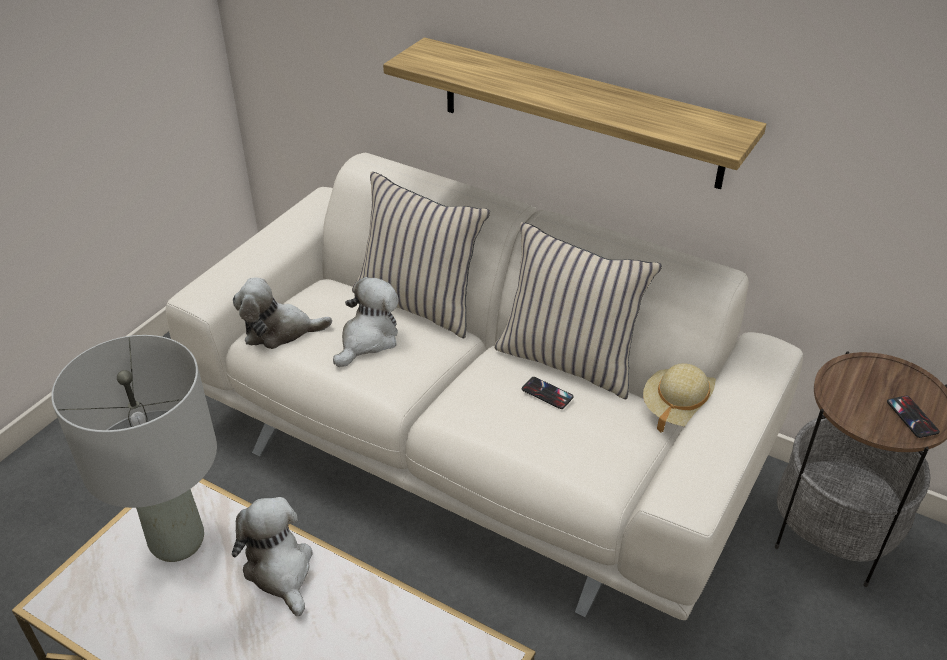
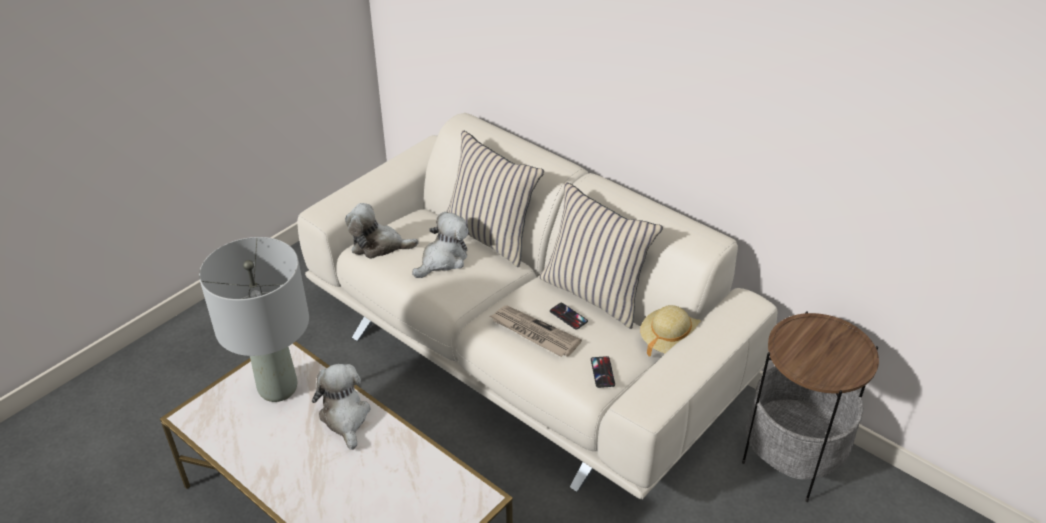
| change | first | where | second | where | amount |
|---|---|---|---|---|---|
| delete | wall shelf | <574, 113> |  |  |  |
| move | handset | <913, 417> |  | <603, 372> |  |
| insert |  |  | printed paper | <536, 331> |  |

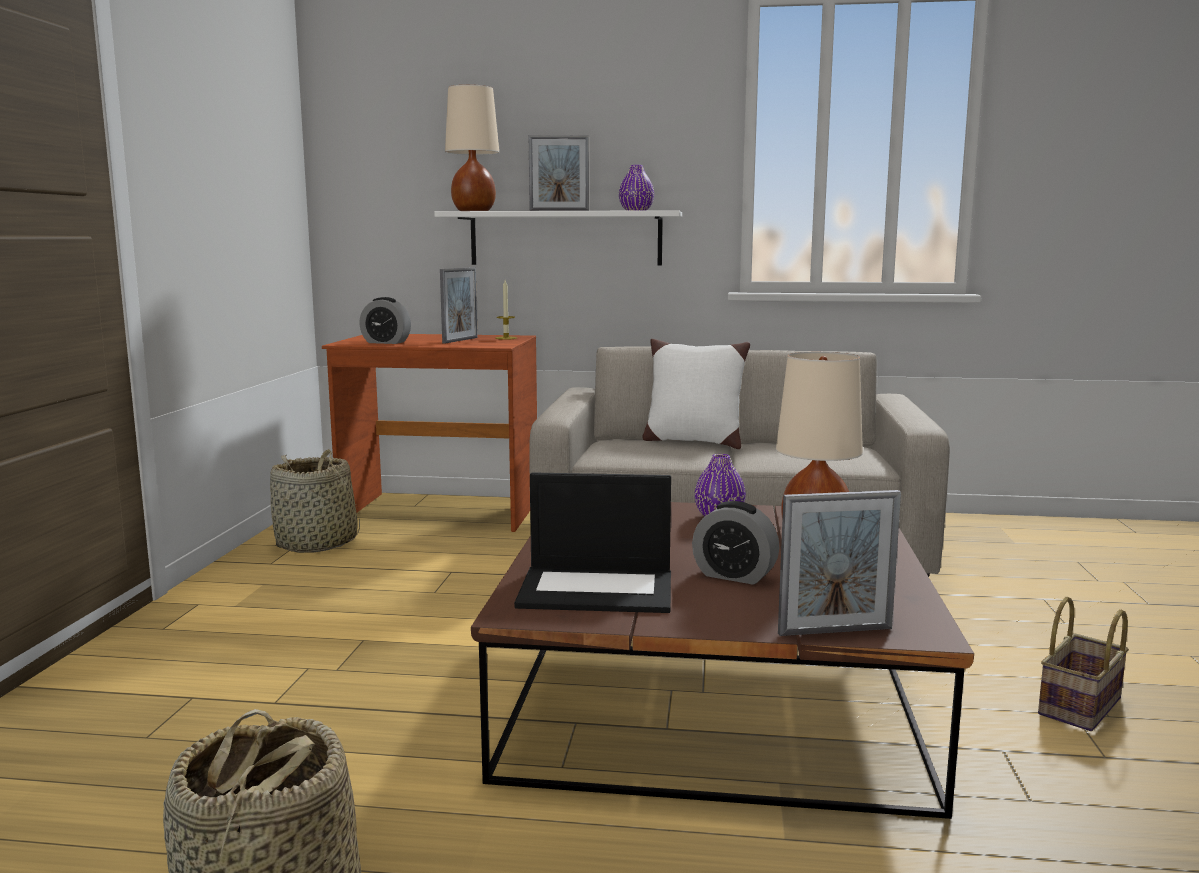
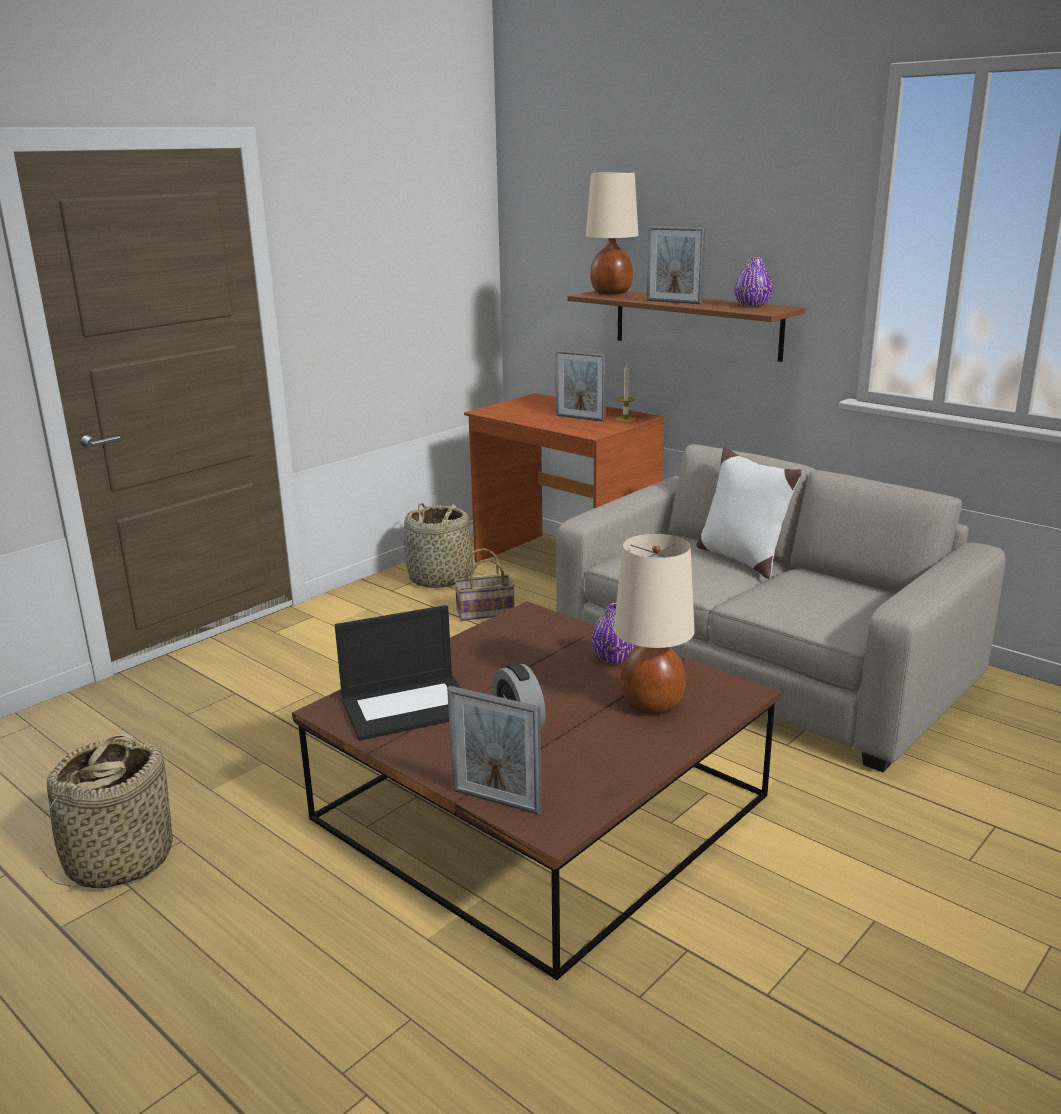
| change | first | where | second | where | amount |
|---|---|---|---|---|---|
| delete | alarm clock | <385, 320> |  |  |  |
| recolor | white-coloured wall shelf | <558, 237> | brownish wall shelf | <686, 326> |  |
| rotate | picture frame | <459, 305> |  | <580, 386> | 60 degrees clockwise |
| rotate | portable computer | <592, 542> |  | <397, 673> | 60 degrees counterclockwise |
| move | basket | <1083, 664> |  | <484, 584> |  |

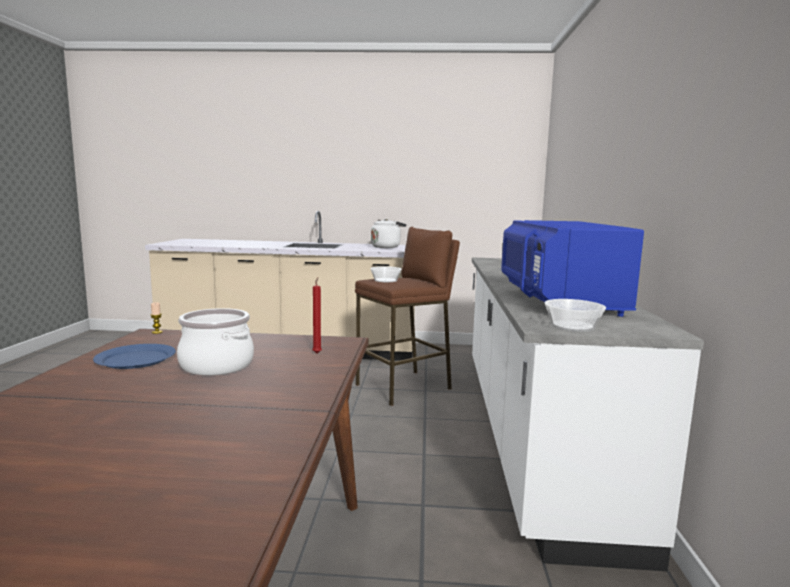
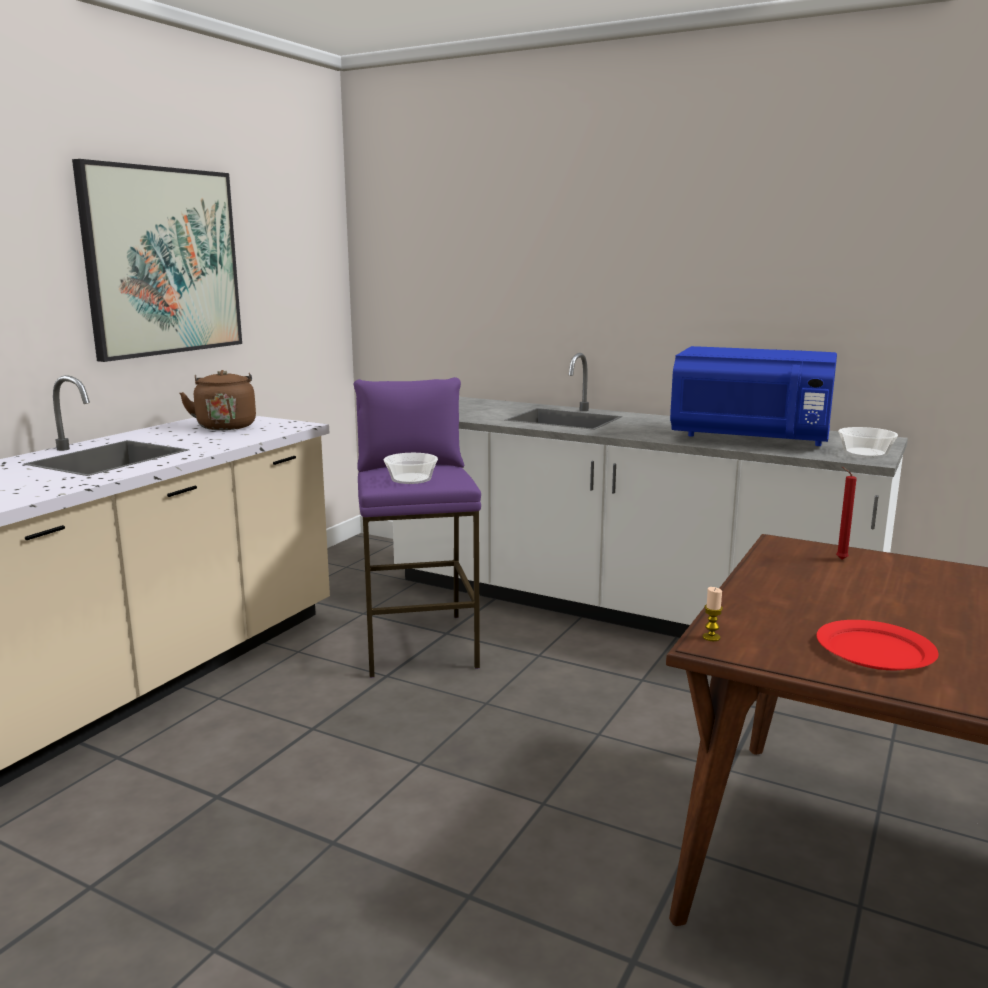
| change | first | where | second | where | amount |
|---|---|---|---|---|---|
| recolor | bluish flat dish | <134, 356> | reddish flat dish | <877, 645> |  |
| delete | saucepot | <215, 341> |  |  |  |
| recolor | brownish stool seat | <407, 316> | purple-coloured stool seat | <417, 527> |  |
| recolor | white-coloured tea kettle | <389, 233> | brownish tea kettle | <217, 400> |  |
| insert |  |  | wall art | <157, 260> |  |

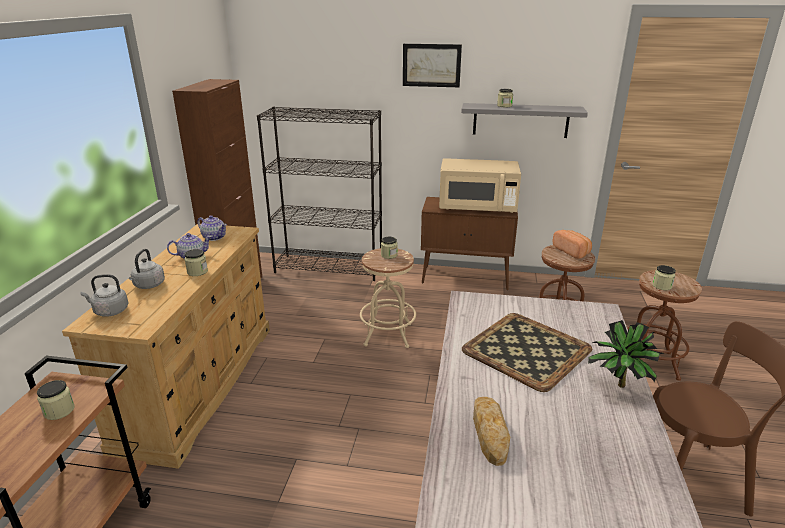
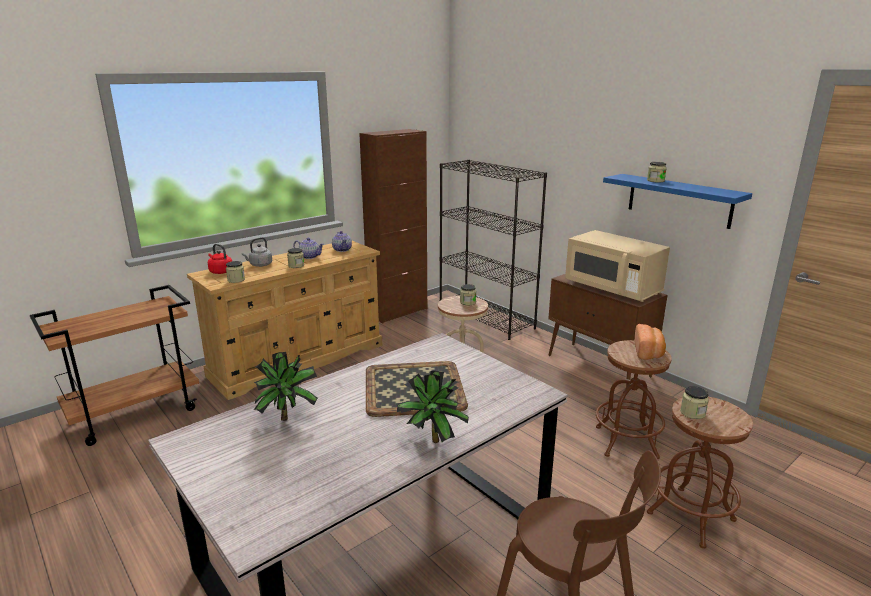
| change | first | where | second | where | amount |
|---|---|---|---|---|---|
| move | preserve jar | <56, 400> |  | <235, 272> |  |
| recolor | grey tea kettle | <104, 295> | reddish tea kettle | <220, 259> |  |
| delete | wall art | <432, 65> |  |  |  |
| recolor | grey wall shelf | <524, 120> | bluish wall shelf | <677, 201> |  |
| replace | bakery bread | <491, 431> | plant in a pot | <286, 386> |  |

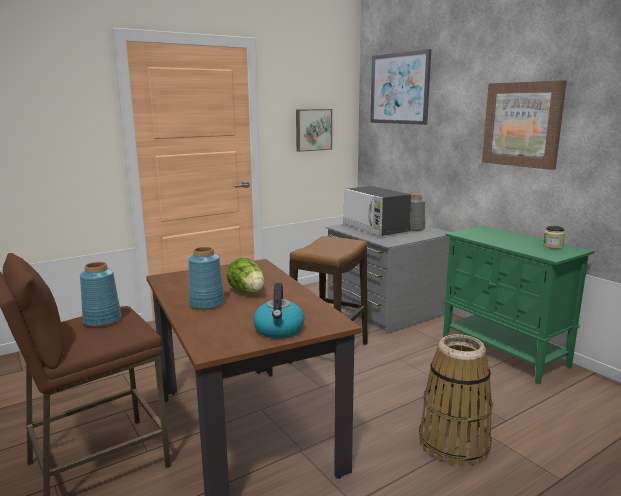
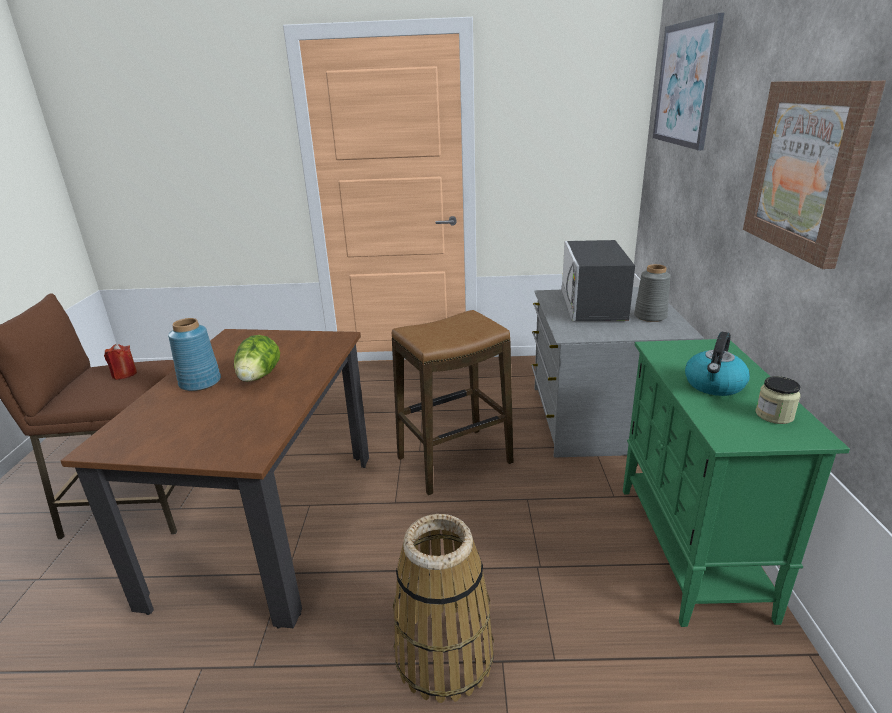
| change | first | where | second | where | amount |
|---|---|---|---|---|---|
| replace | bluish flower vase | <100, 294> | reddish wax light | <120, 362> |  |
| move | tea kettle | <279, 310> |  | <717, 364> |  |
| delete | wall art | <314, 130> |  |  |  |

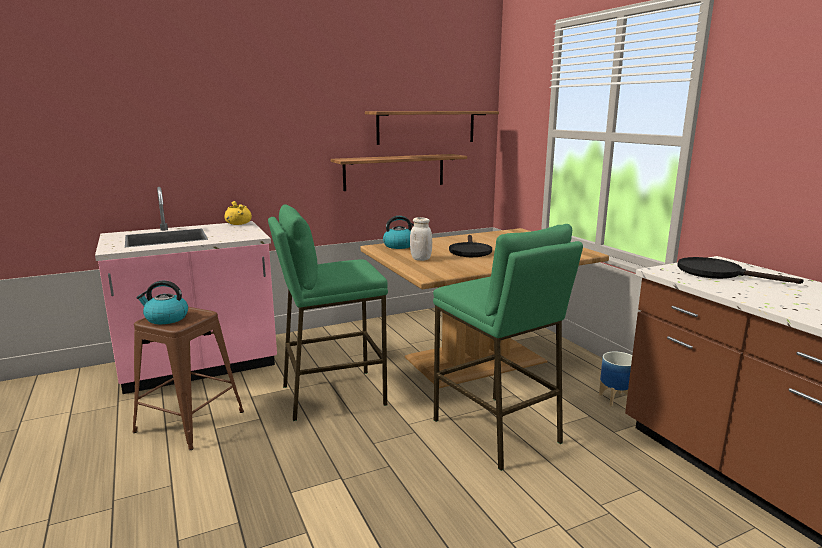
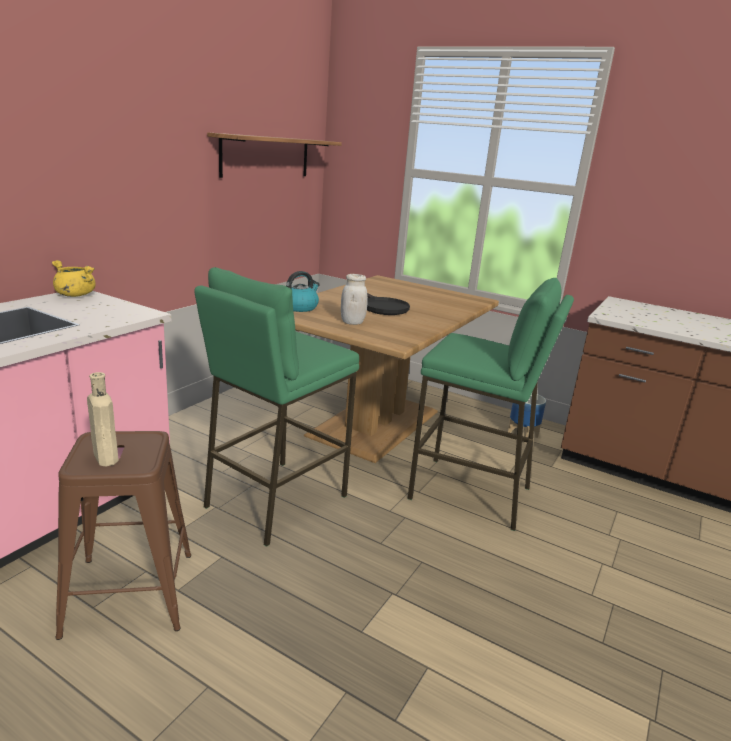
| change | first | where | second | where | amount |
|---|---|---|---|---|---|
| replace | tea kettle | <162, 302> | sand-coloured beverage bottle | <103, 419> |  |
| delete | wall shelf | <399, 172> |  |  |  |
| delete | blackish skillet | <740, 270> |  |  |  |

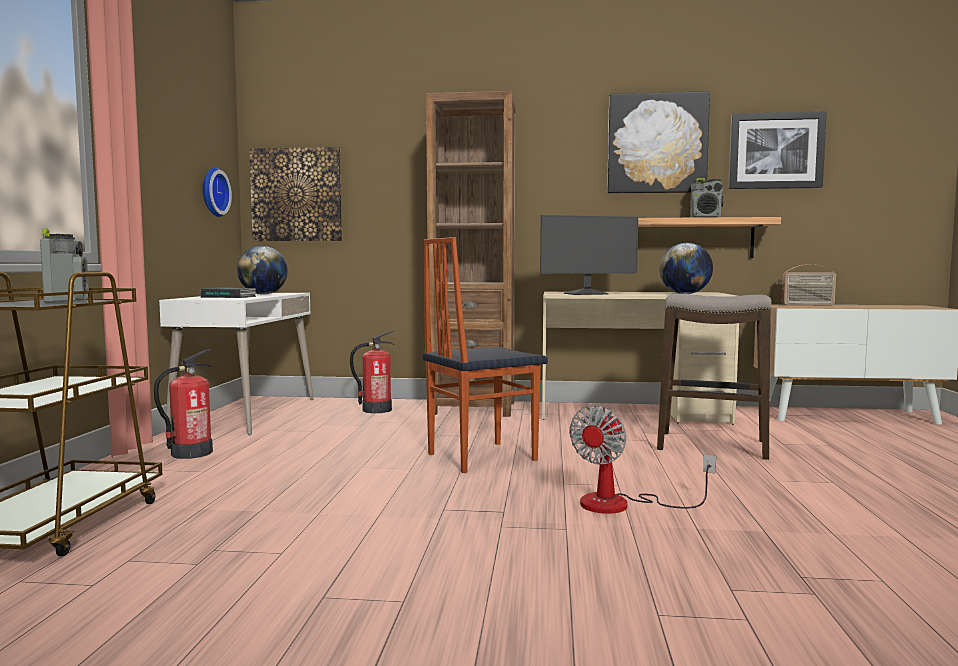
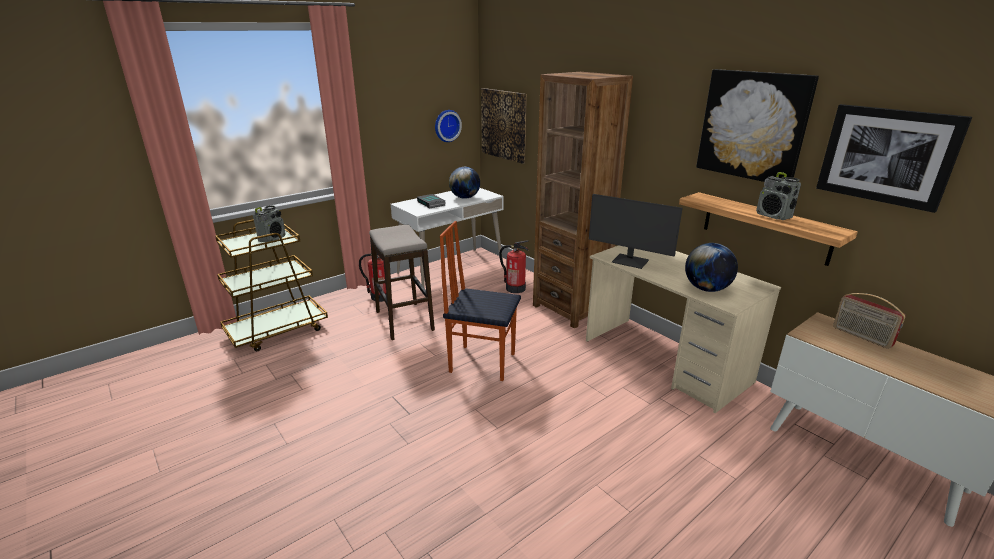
| change | first | where | second | where | amount |
|---|---|---|---|---|---|
| delete | electric fan | <642, 459> |  |  |  |
| move | stool seat | <714, 376> |  | <402, 282> |  |

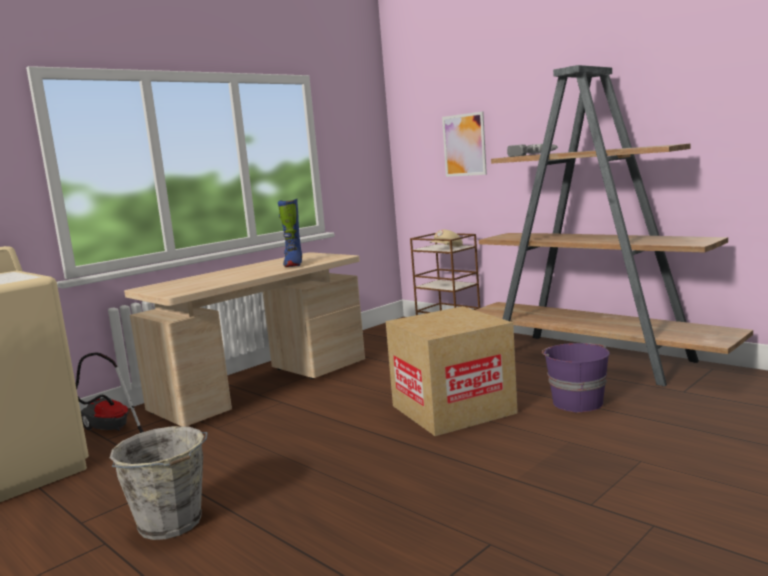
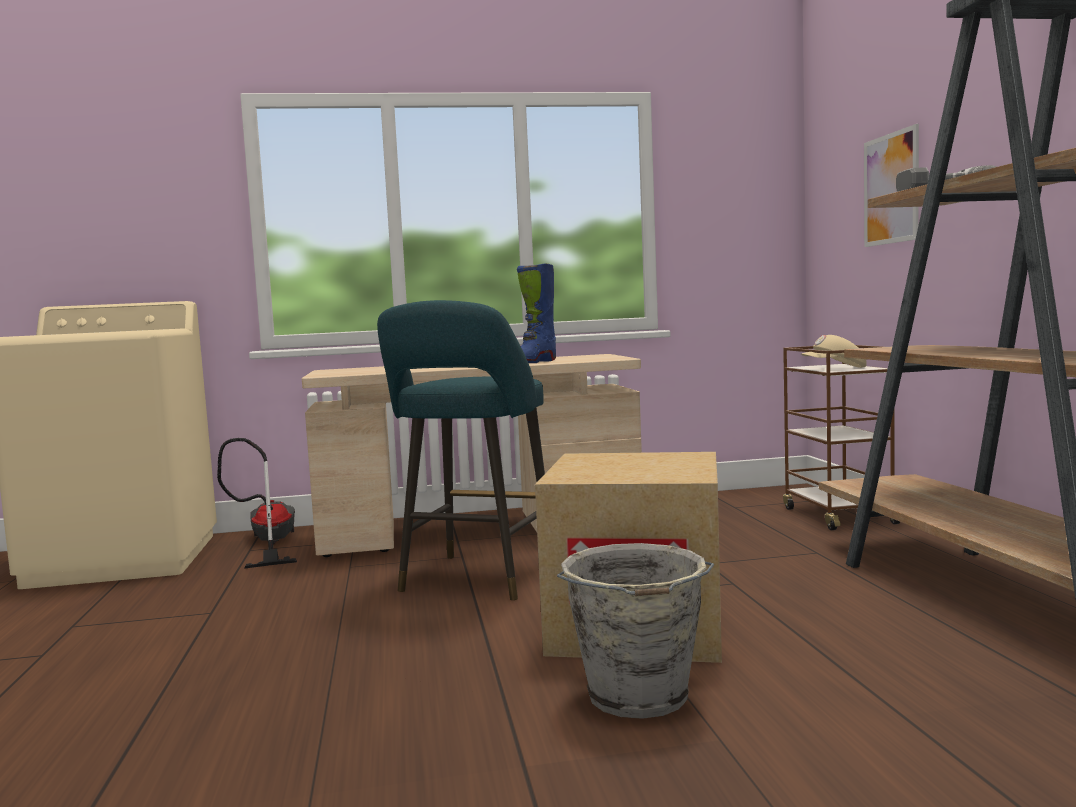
| change | first | where | second | where | amount |
|---|---|---|---|---|---|
| move | grey bucket | <159, 483> |  | <635, 631> |  |
| delete | purple-coloured bucket | <576, 378> |  |  |  |
| insert |  |  | turquoise-coloured stool seat | <461, 450> |  |

